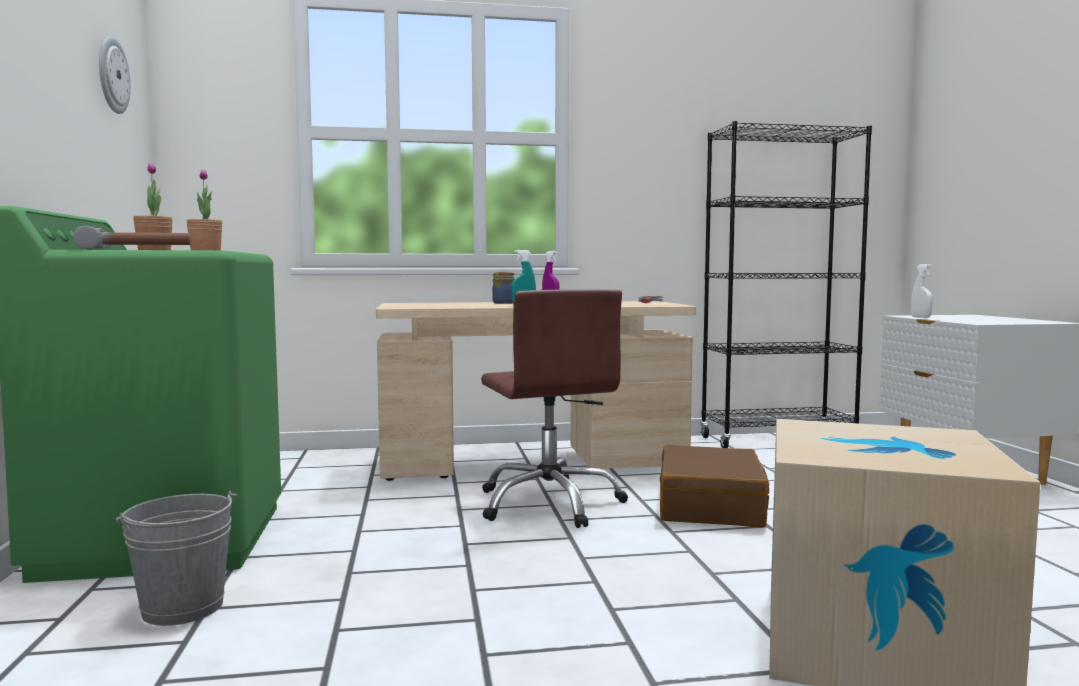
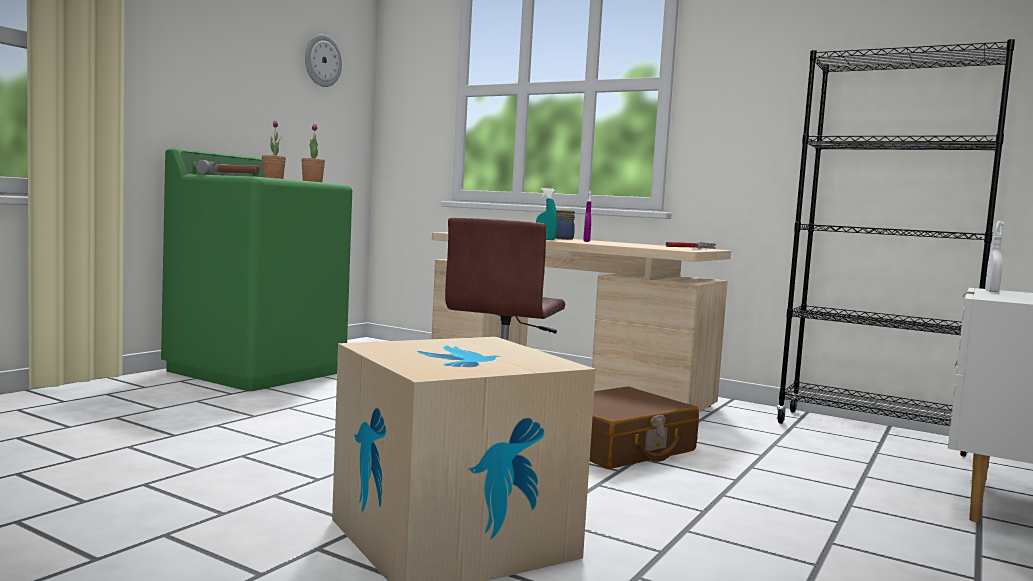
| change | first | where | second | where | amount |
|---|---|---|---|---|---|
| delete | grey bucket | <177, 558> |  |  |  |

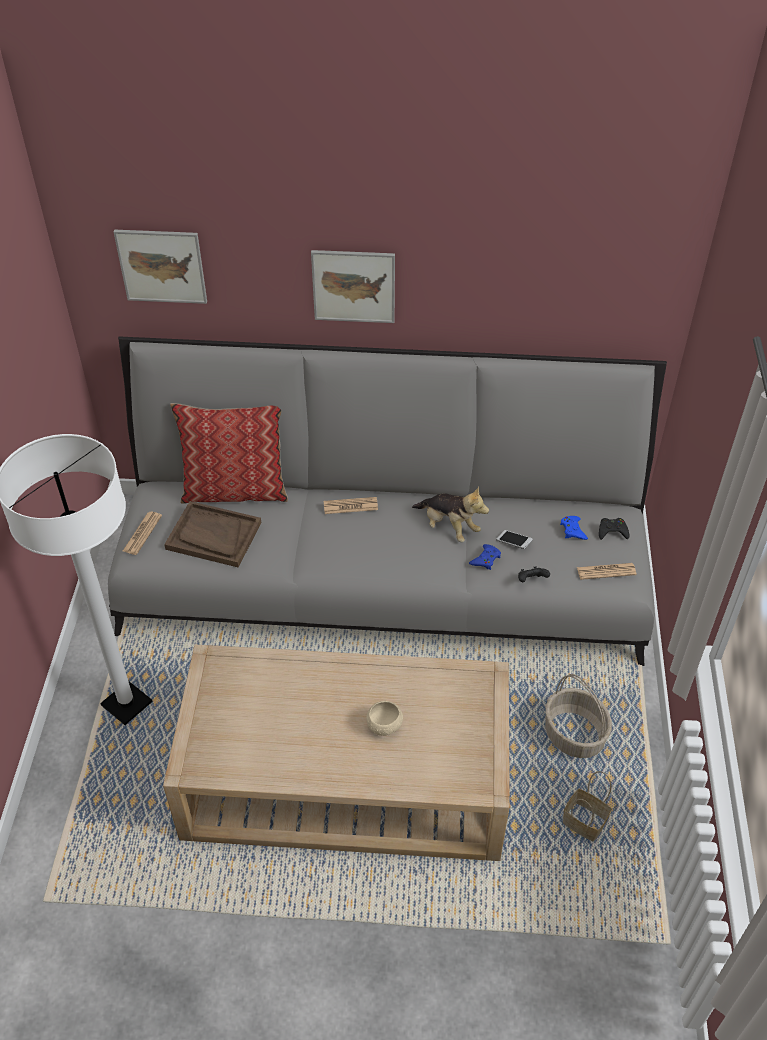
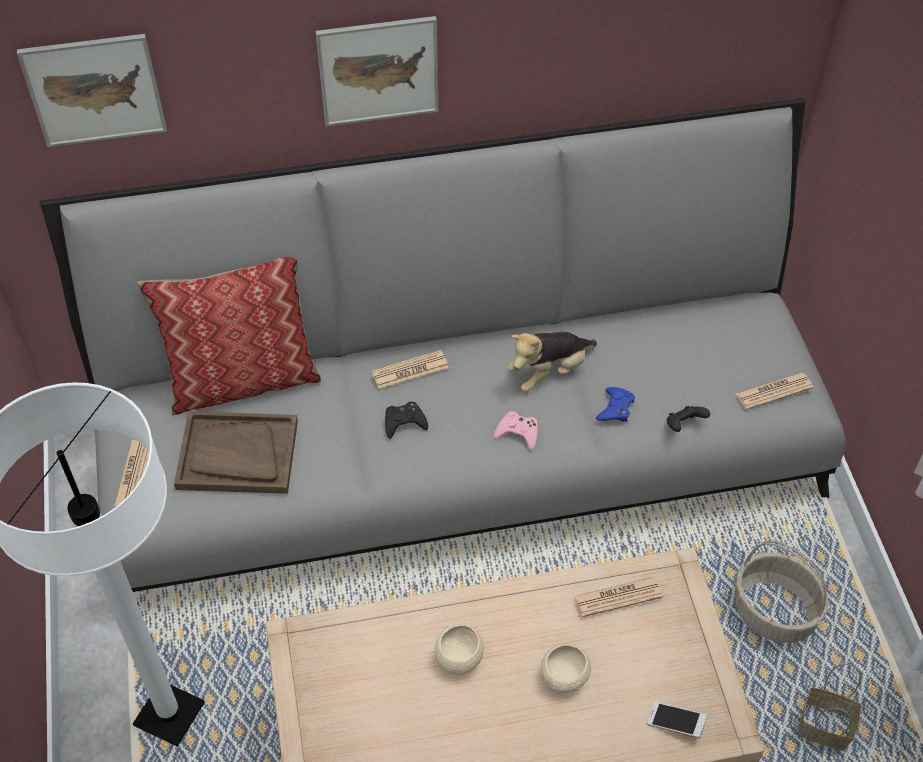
| change | first | where | second | where | amount |
|---|---|---|---|---|---|
| rotate | soft toy | <450, 514> |  | <552, 362> | 120 degrees clockwise |
| move | handset | <514, 539> |  | <677, 720> |  |
| delete | bluish gamepad | <574, 528> |  |  |  |
| move | blackish gamepad | <614, 529> |  | <406, 420> |  |
| insert |  |  | sand-coloured deep dish | <459, 649> |  |
| insert |  |  | pink-coloured gamepad | <516, 430> |  |
| insert |  |  | printed paper | <618, 597> |  |

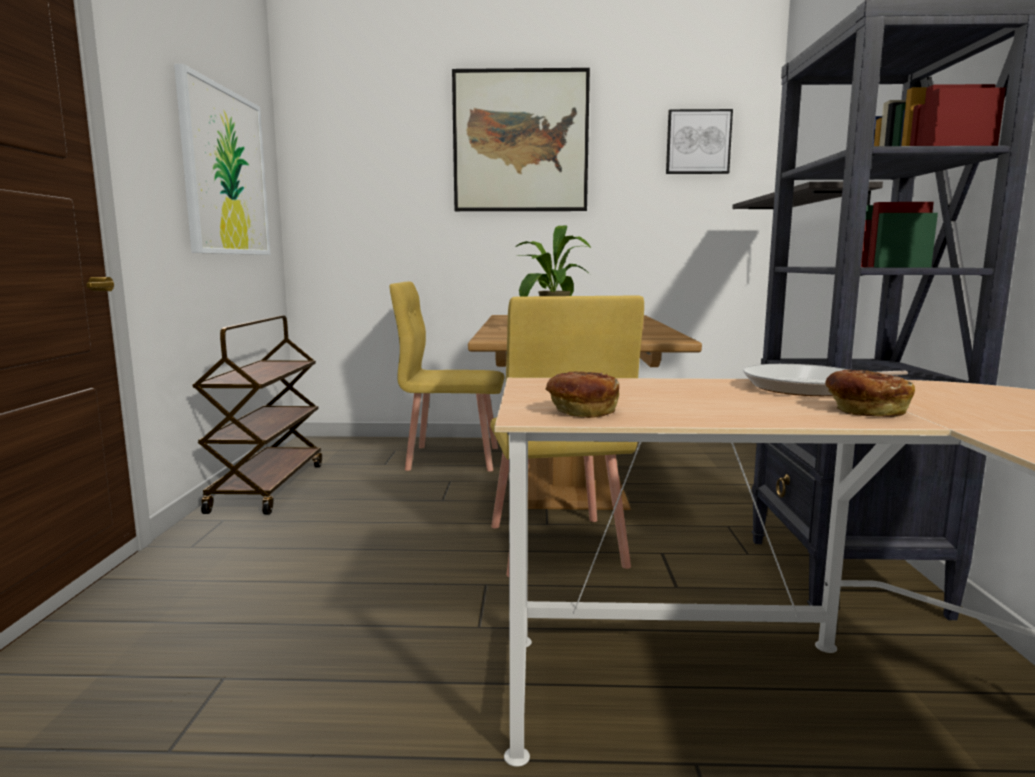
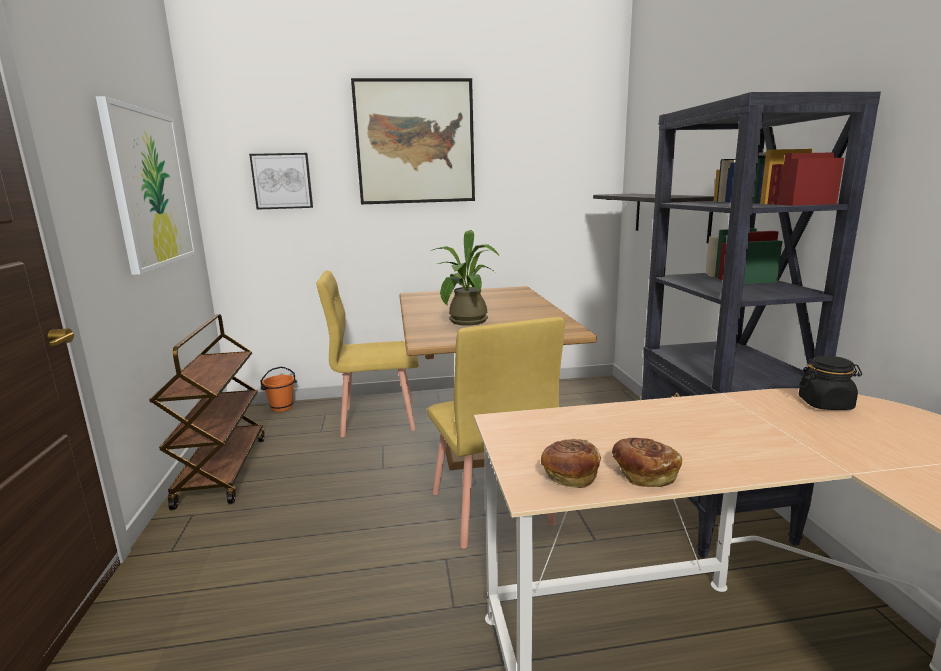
| change | first | where | second | where | amount |
|---|---|---|---|---|---|
| move | wall art | <699, 141> |  | <281, 181> |  |
| delete | skillet | <825, 380> |  |  |  |
| move | bakery bread | <870, 393> |  | <647, 462> |  |
| insert |  |  | orange-coloured bucket | <279, 389> |  |
| insert |  |  | blackish preserve jar | <830, 382> |  |

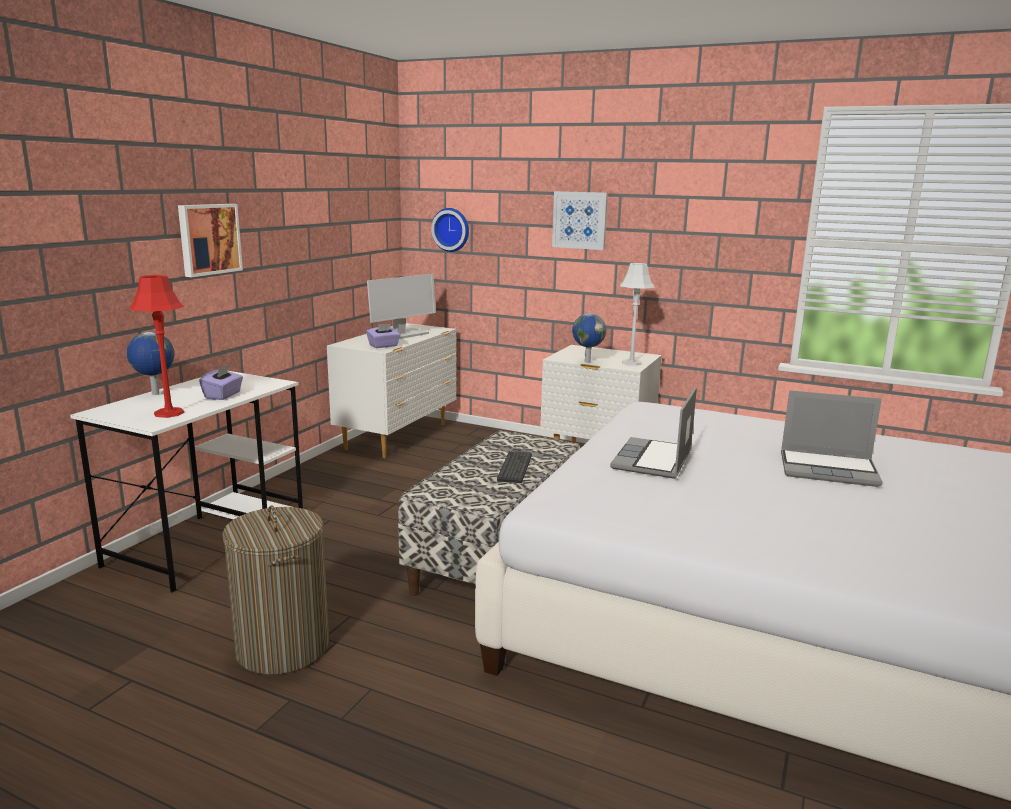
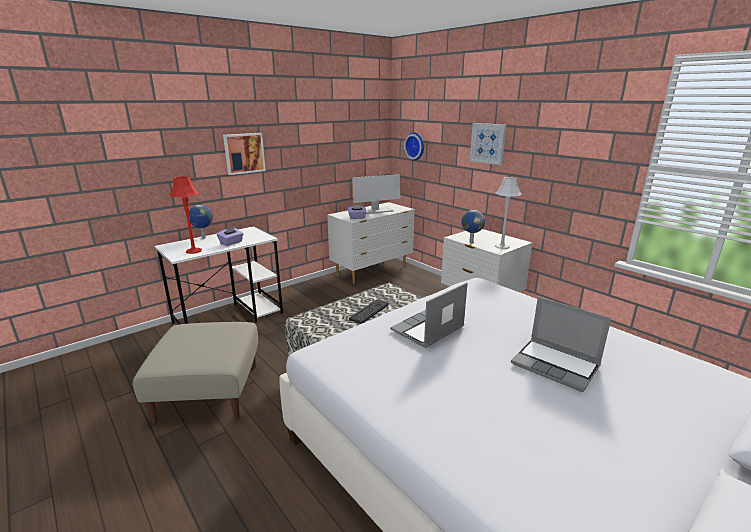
| change | first | where | second | where | amount |
|---|---|---|---|---|---|
| replace | hamper | <275, 590> | sand-coloured footrest | <195, 373> |  |

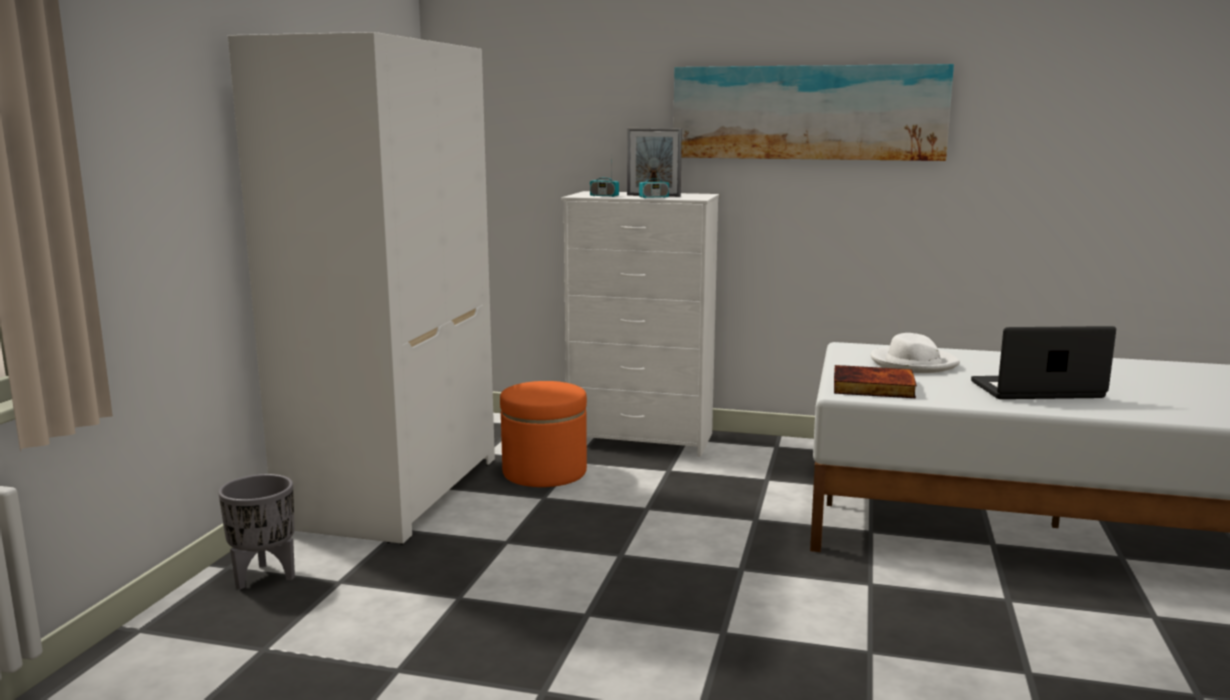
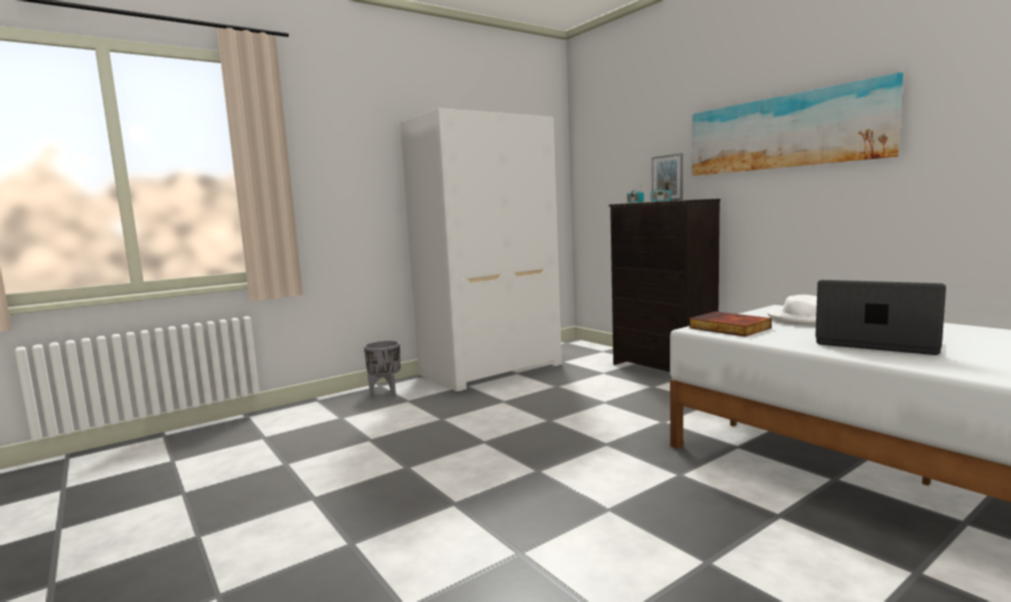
| change | first | where | second | where | amount |
|---|---|---|---|---|---|
| delete | orange-coloured footrest | <543, 434> |  |  |  |
| recolor | white-coloured chest of drawers | <640, 324> | blackish chest of drawers | <665, 285> |  |

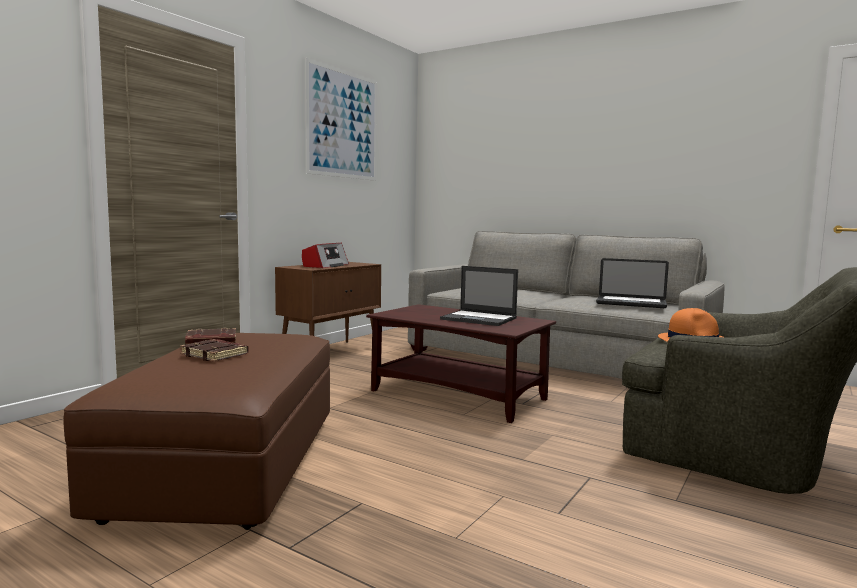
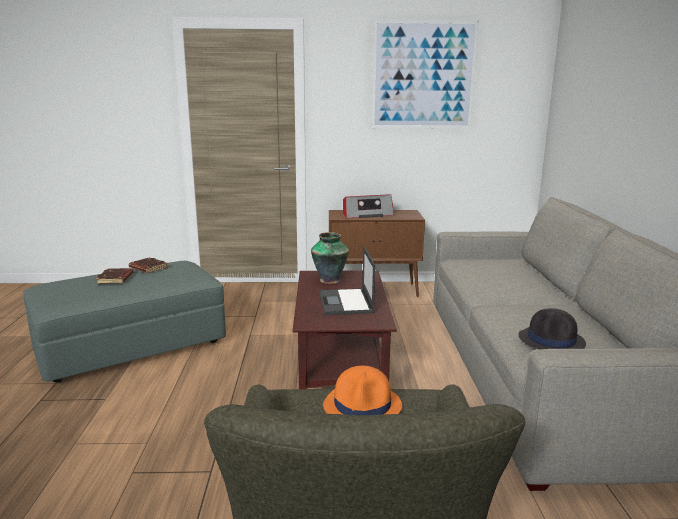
| change | first | where | second | where | amount |
|---|---|---|---|---|---|
| recolor | brownish footrest | <196, 431> | grey footrest | <124, 322> |  |
| replace | portable computer | <632, 283> | blackish hat | <552, 328> |  |
| insert |  |  | flower vase | <330, 258> |  |

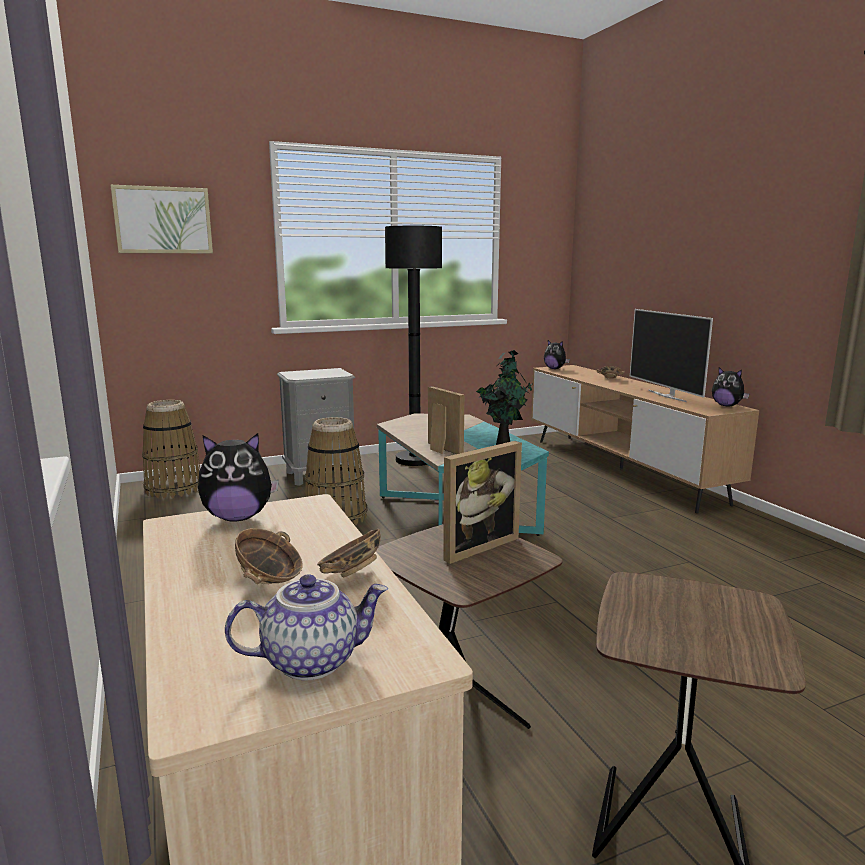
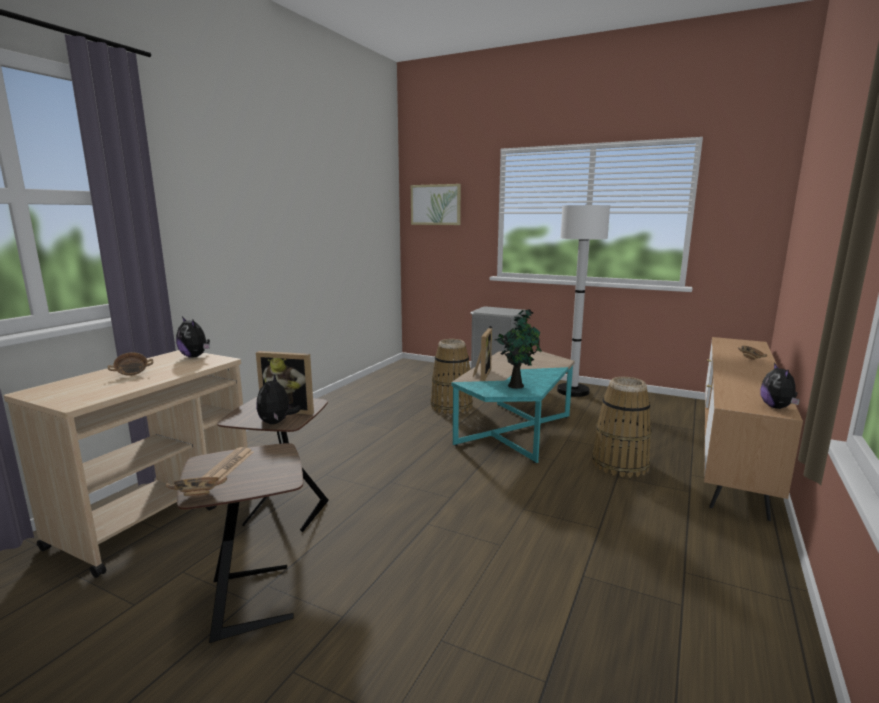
| change | first | where | second | where | amount |
|---|---|---|---|---|---|
| move | basket | <171, 449> |  | <622, 427> |  |
| delete | tea pot | <306, 627> |  |  |  |
| move | deep dish | <349, 553> |  | <196, 486> |  |
| recolor | blackish floor lamp | <413, 346> | white-coloured floor lamp | <583, 301> |  |
| move | soft toy | <557, 354> |  | <278, 399> |  |
| delete | TV | <671, 355> |  |  |  |
| insert |  |  | printed paper | <227, 464> |  |

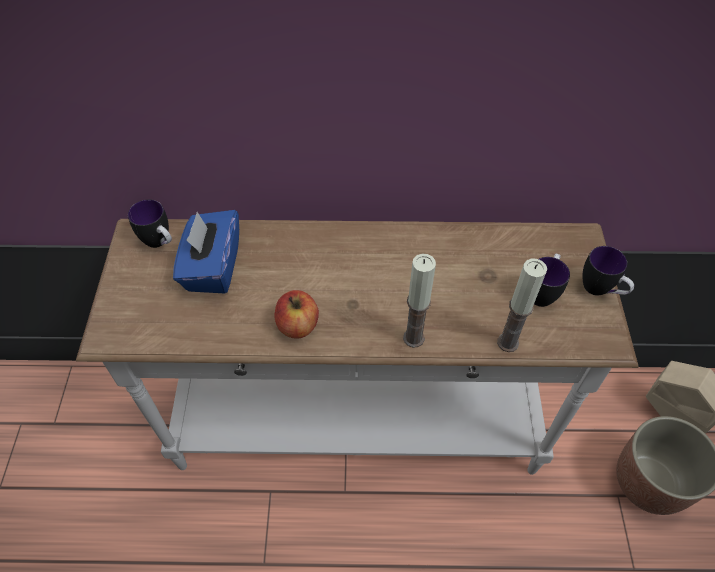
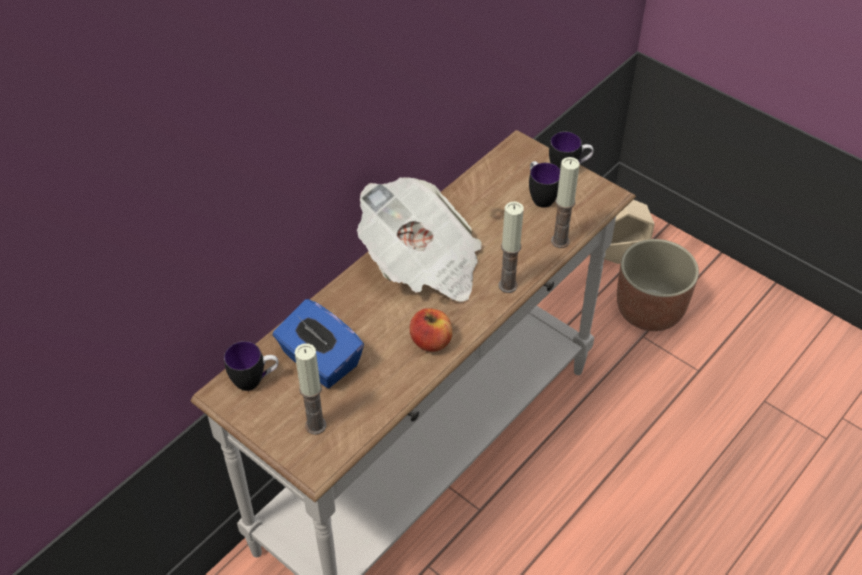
| change | first | where | second | where | amount |
|---|---|---|---|---|---|
| insert |  |  | wax light | <310, 389> |  |
| insert |  |  | printed paper | <419, 239> |  |

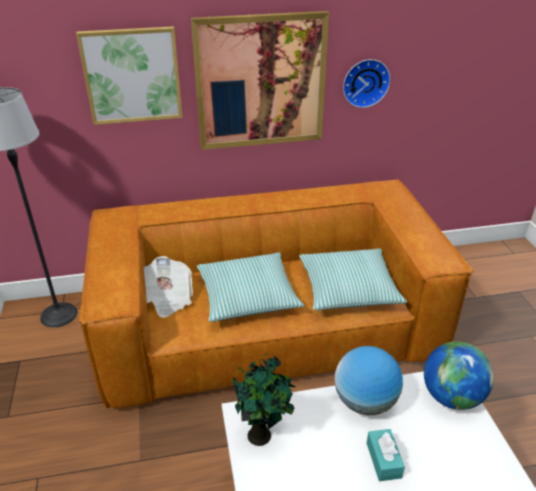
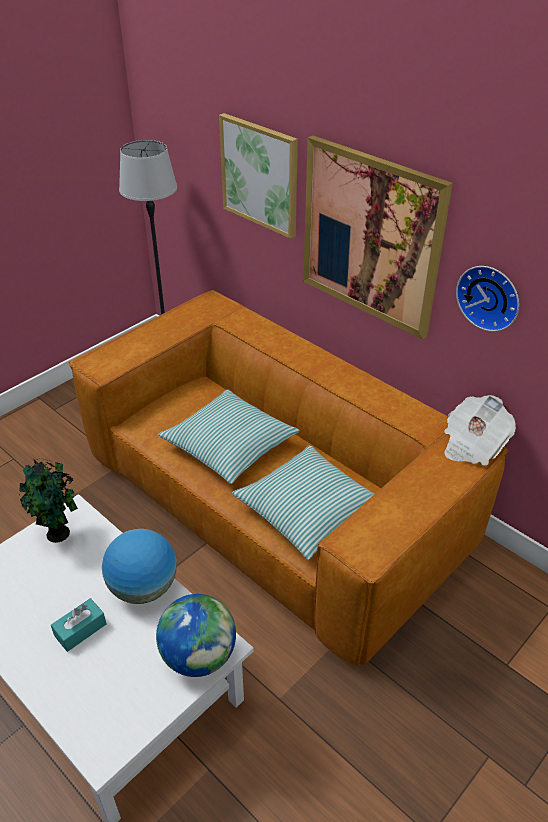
| change | first | where | second | where | amount |
|---|---|---|---|---|---|
| move | printed paper | <168, 287> |  | <480, 430> |  |

